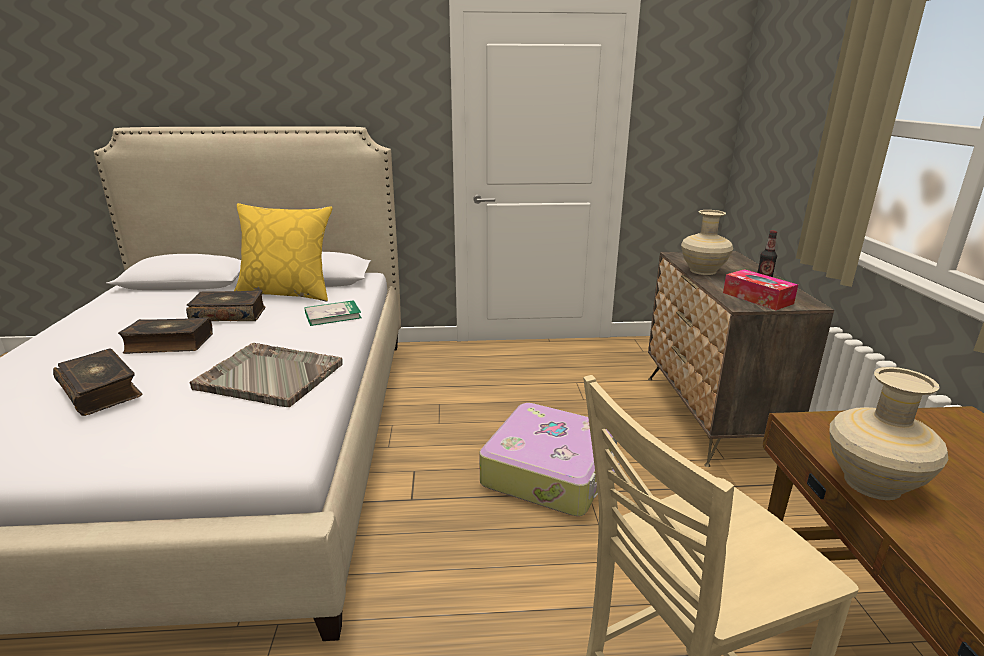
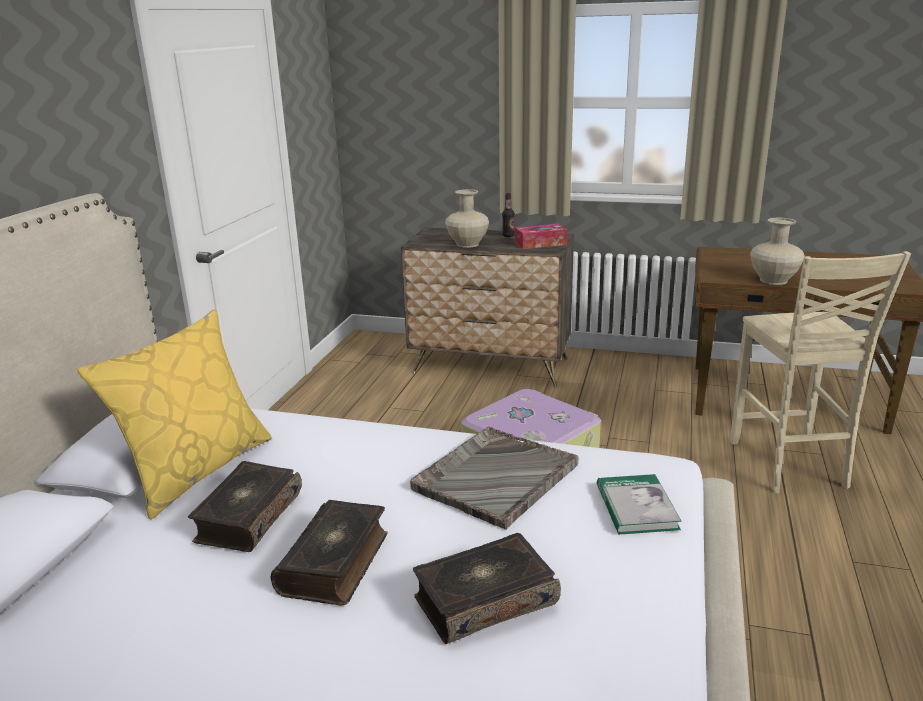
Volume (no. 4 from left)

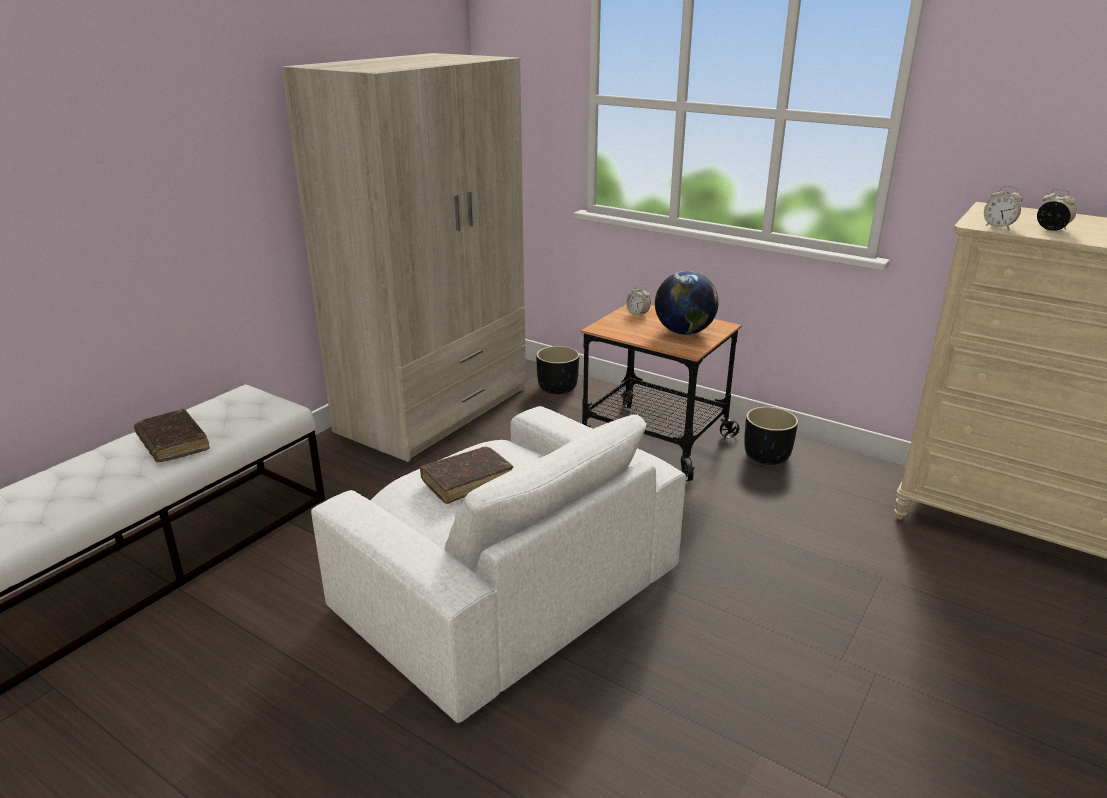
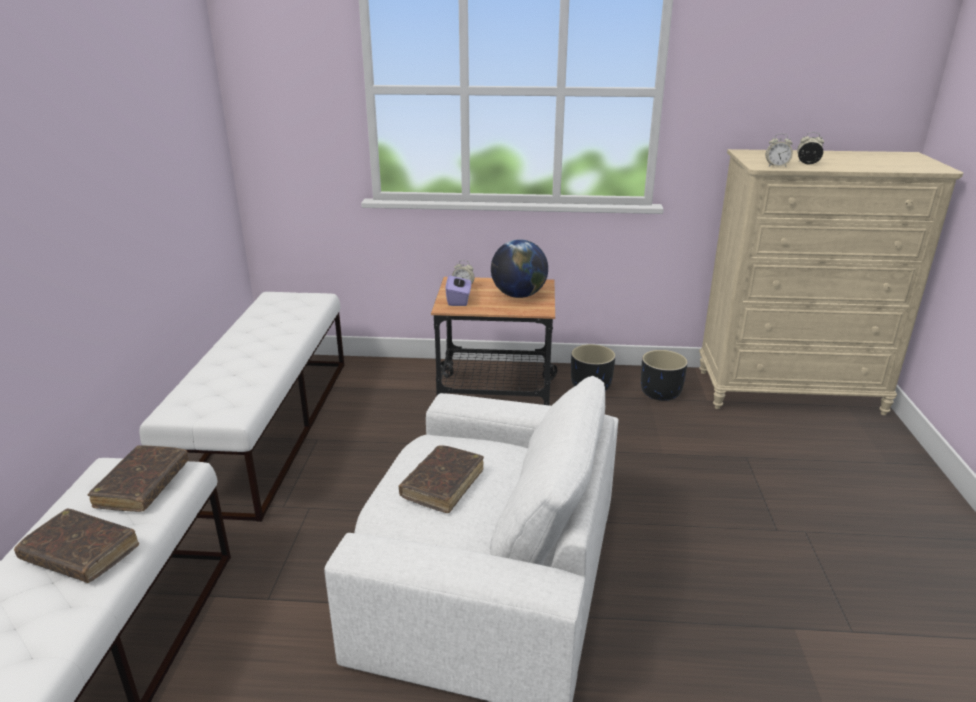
BrownVolume (no. 2 from left)
WhitishLongSeat (no. 2 from left)
PurplishTissueBox
BlackColouredFlowerPot (no. 2 from left)

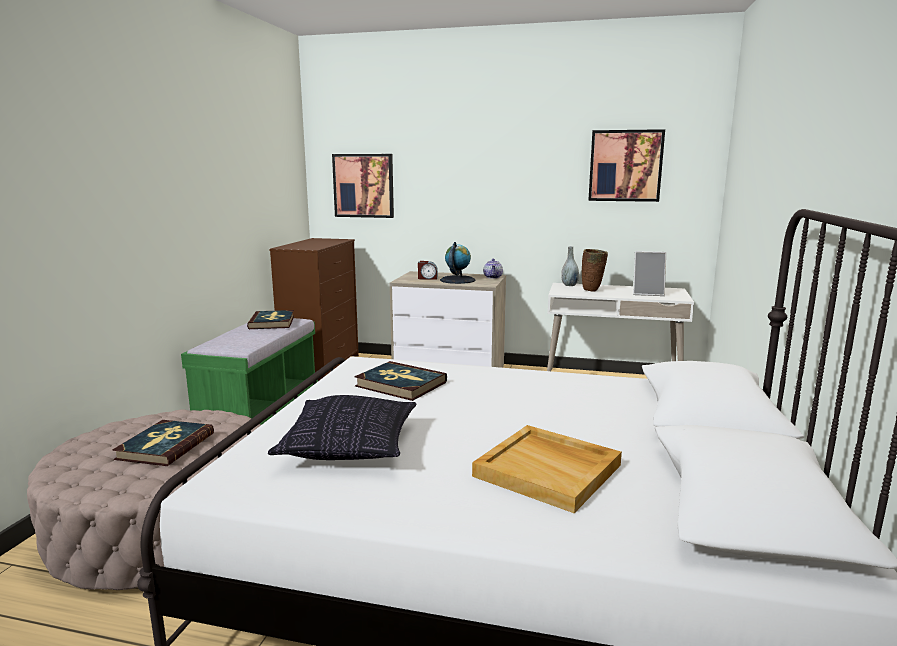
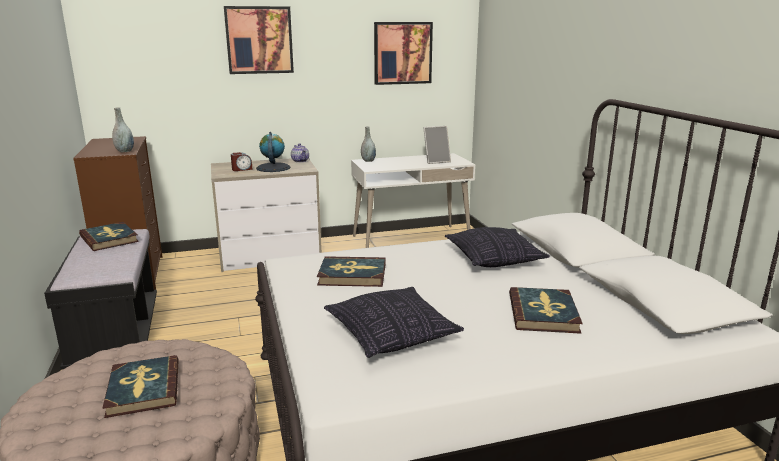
BlackColouredLongSeat
GreyishVase (no. 1 from left)
WallArt (no. 1 from left)
Pillow (no. 2 from left)
Volume (no. 4 from left)
BrownVase

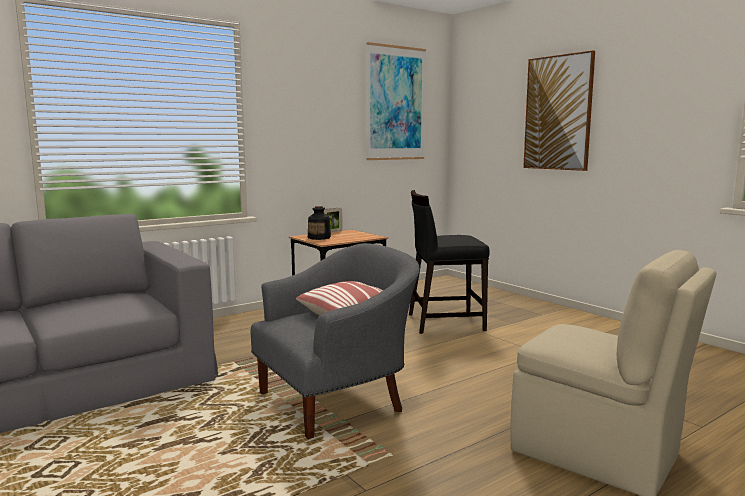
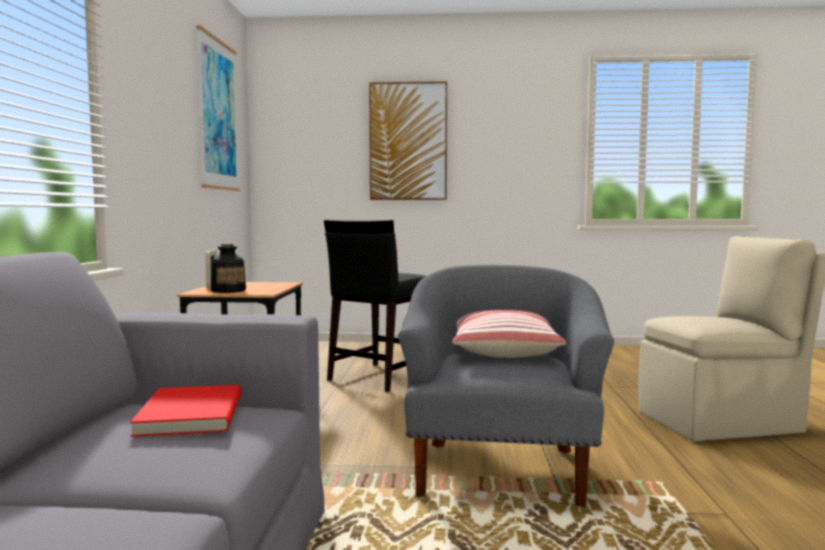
ReddishVolume

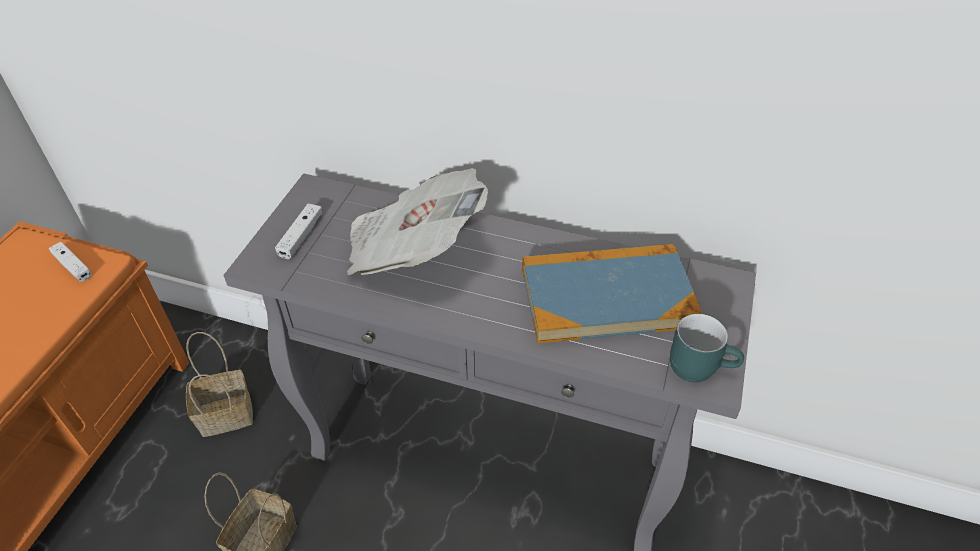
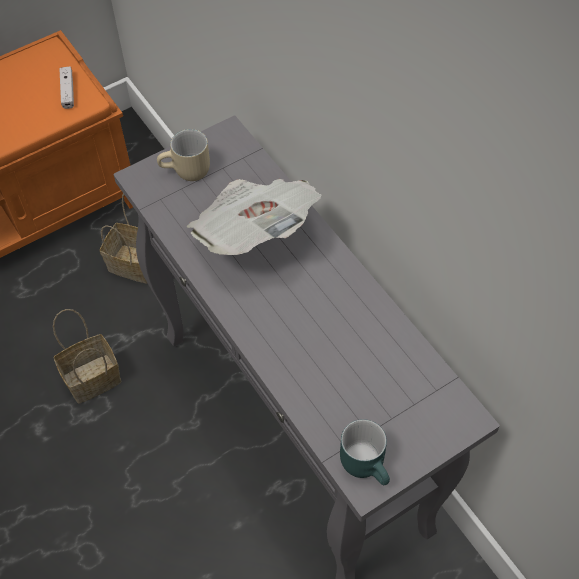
BeigeColouredTeaMug
Volume

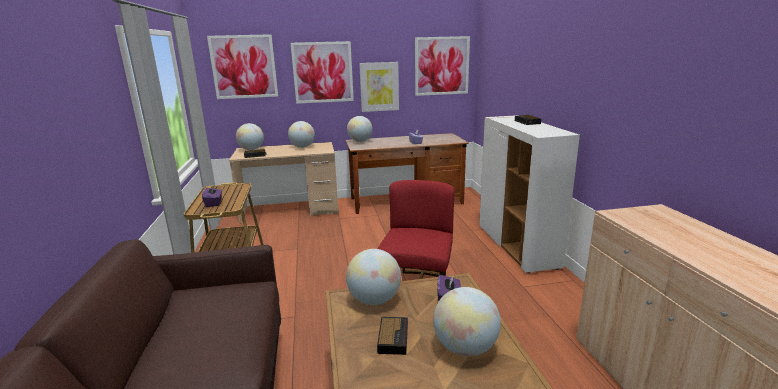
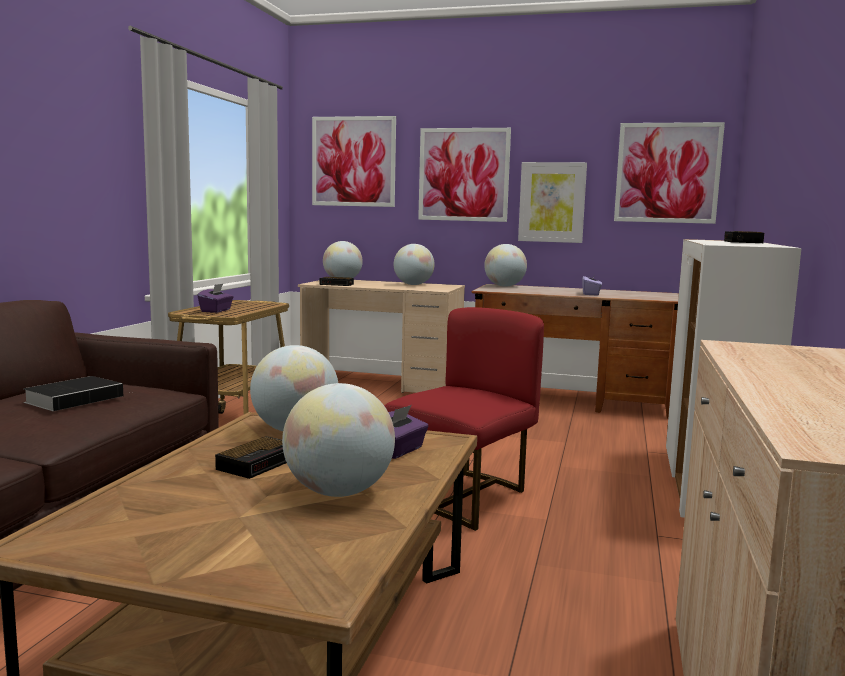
Volume

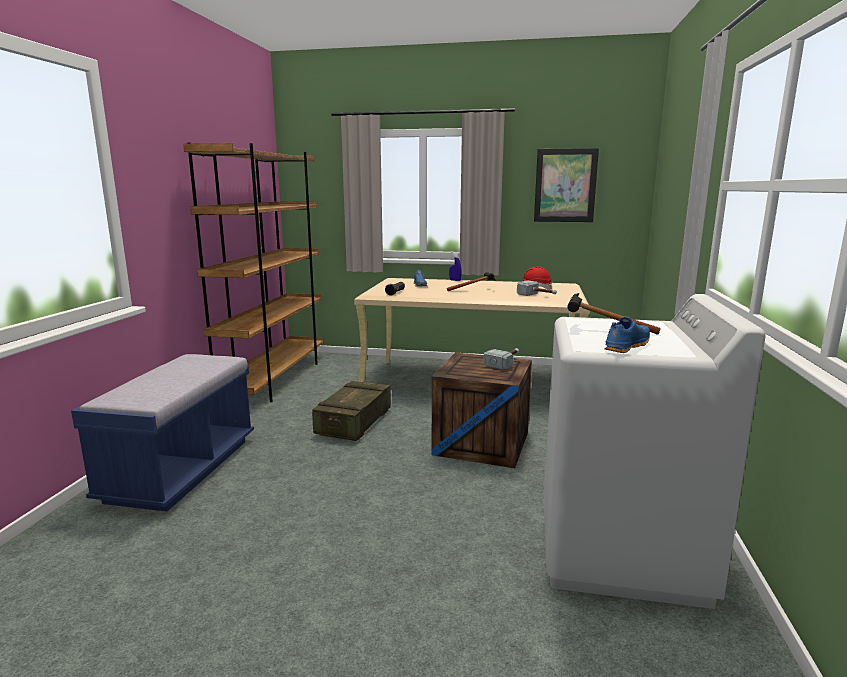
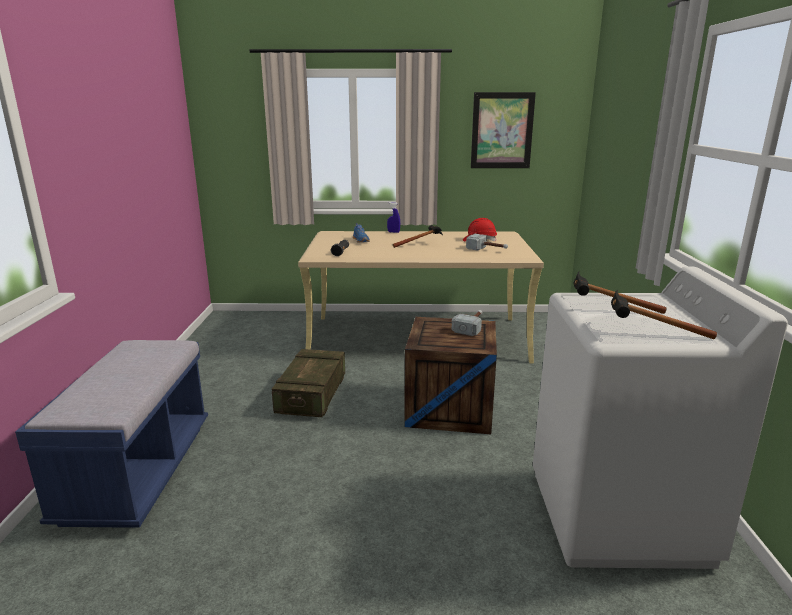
HandHammer (no. 5 from left)
BrownBookshelf

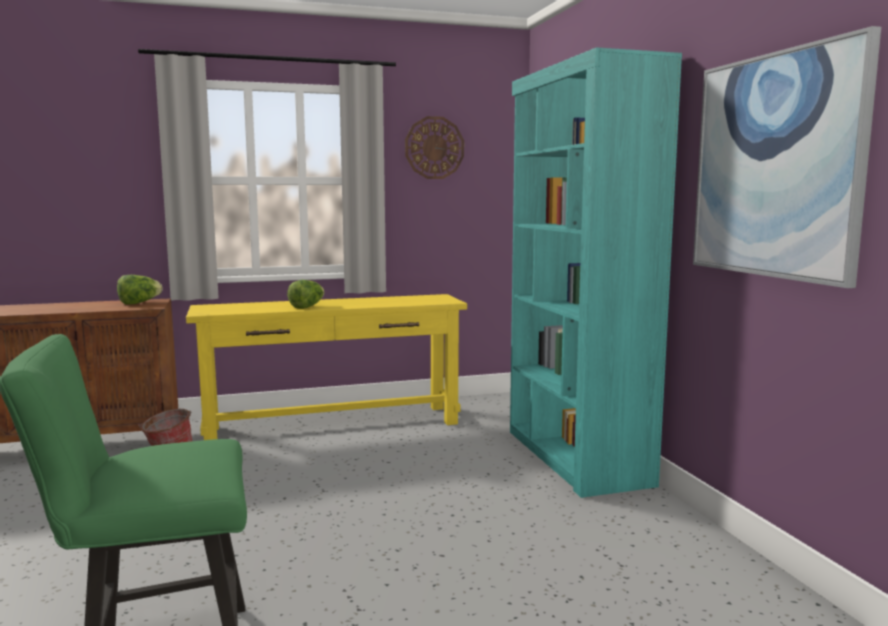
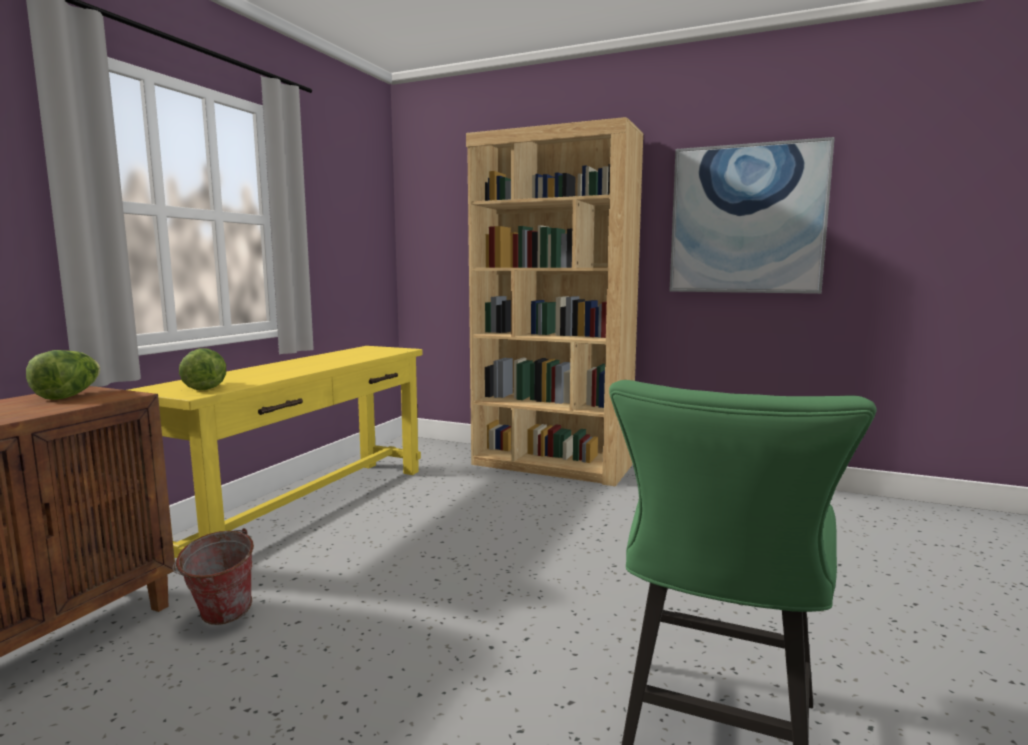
LettuceHead (no. 2 from left)
BrownBookshelf
WallClock

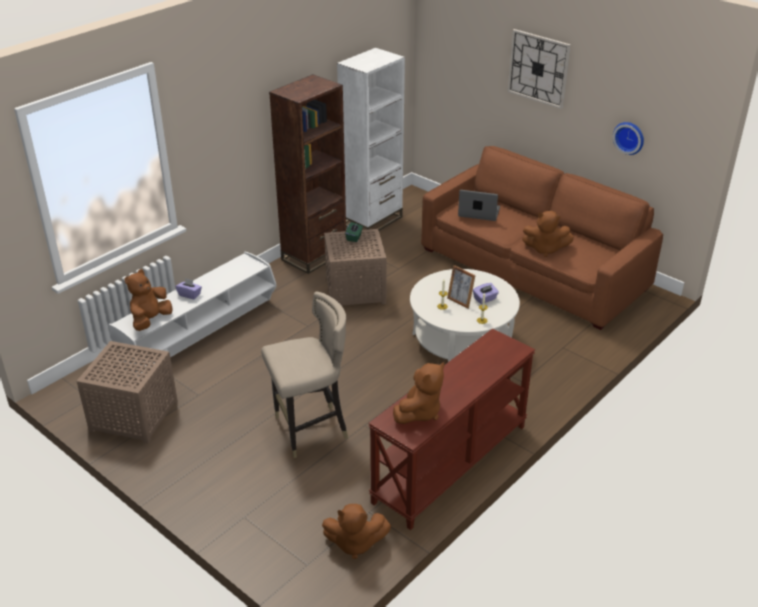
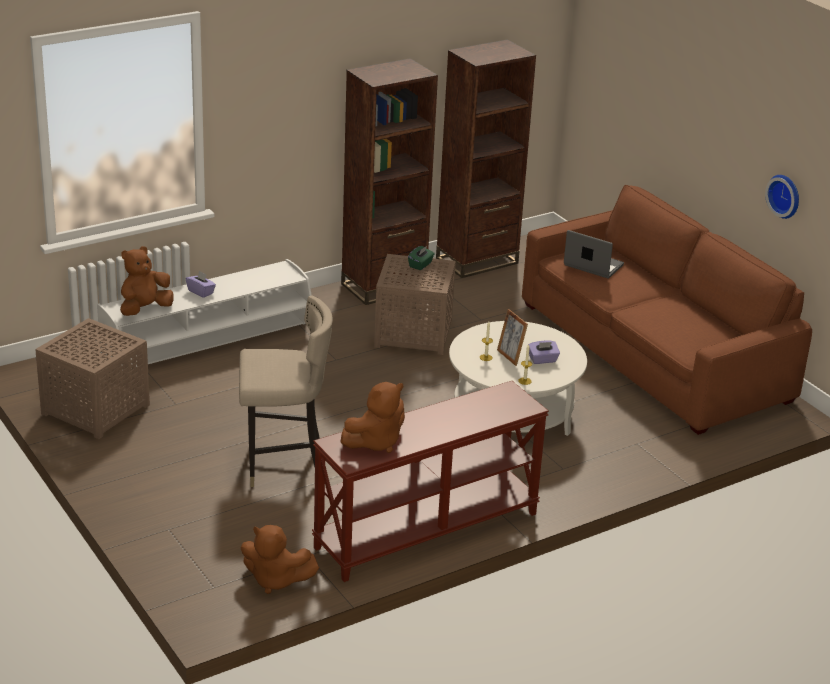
BrownBookshelf (no. 2 from left)
WallClock (no. 1 from left in the first image)
BrownCuddlyToy (no. 4 from left in the first image)

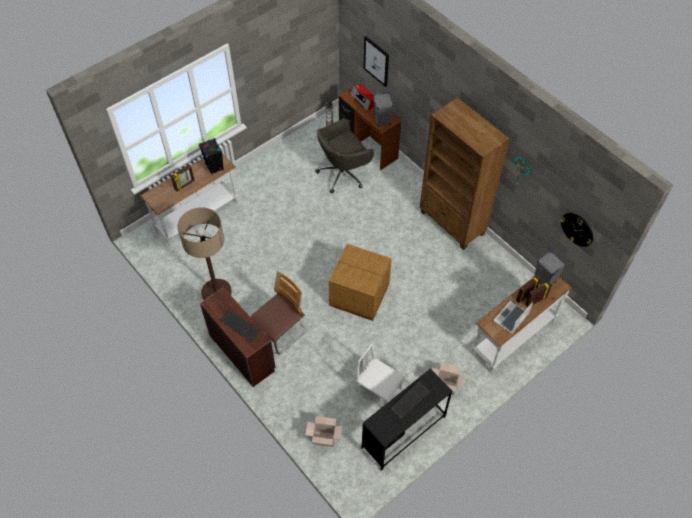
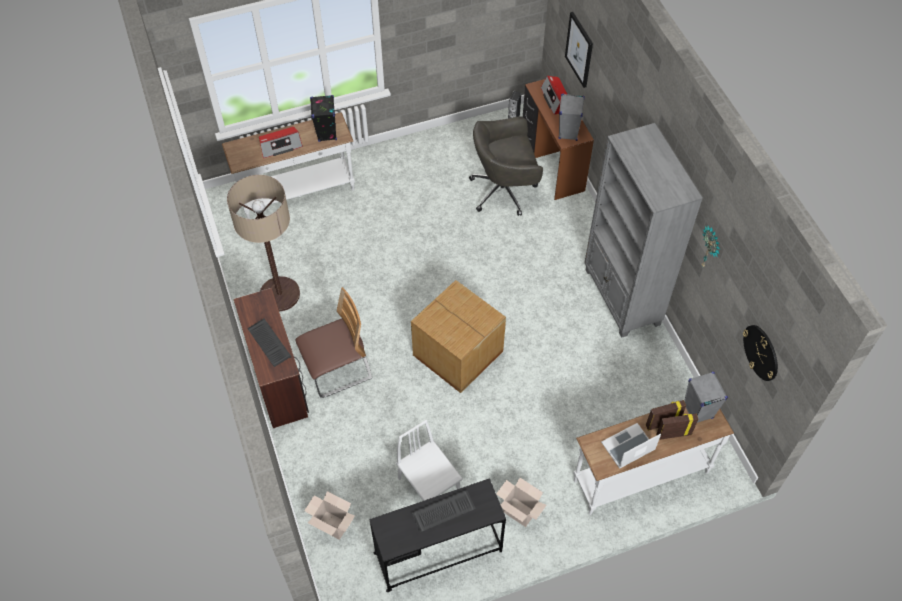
RadioSet (no. 1 from left)
GreyishBookshelf

